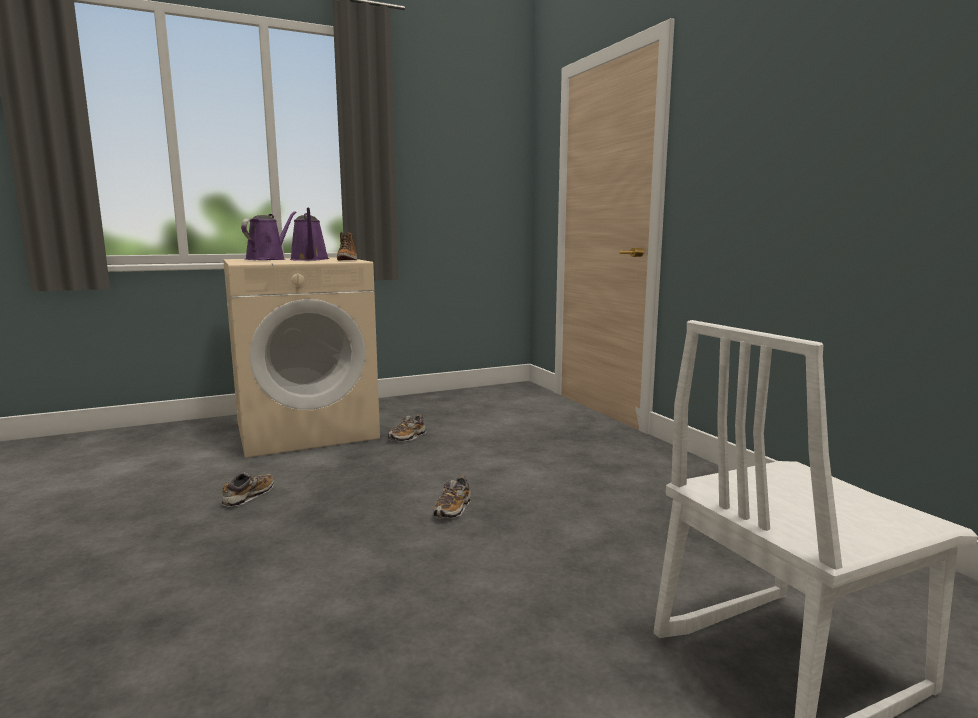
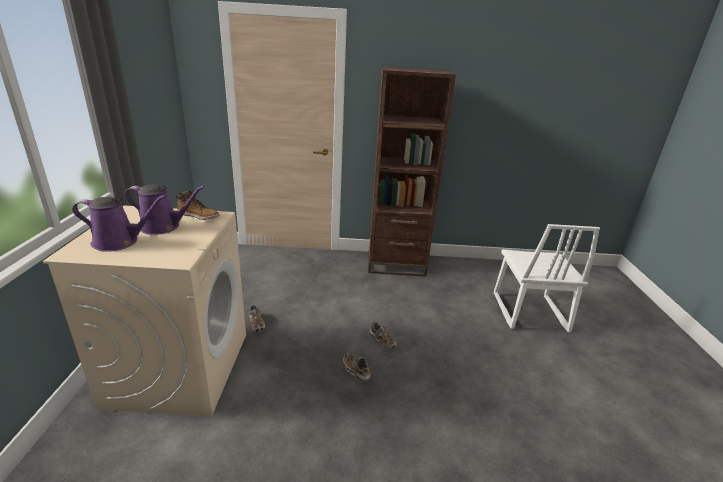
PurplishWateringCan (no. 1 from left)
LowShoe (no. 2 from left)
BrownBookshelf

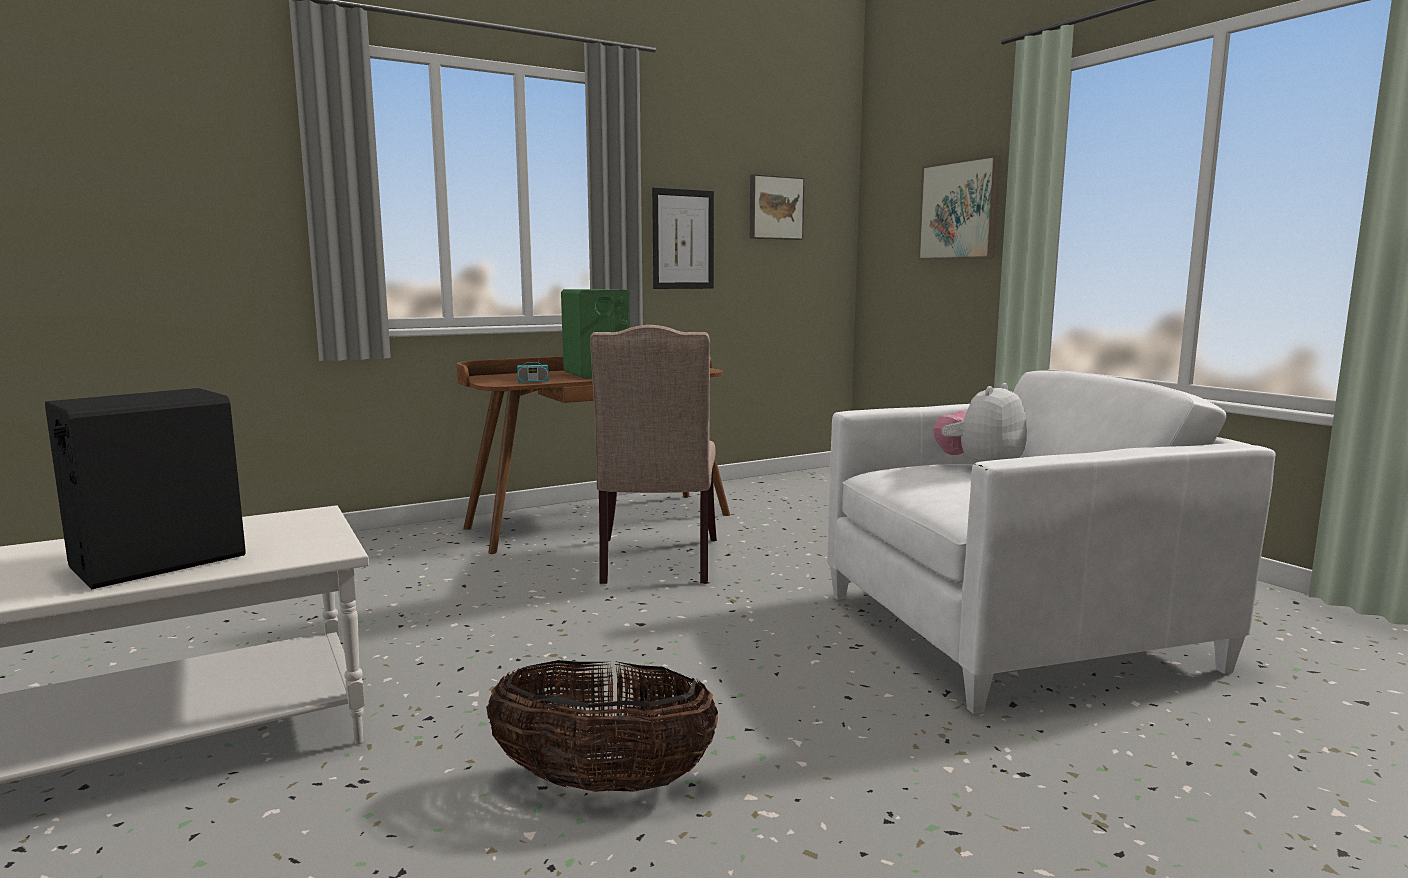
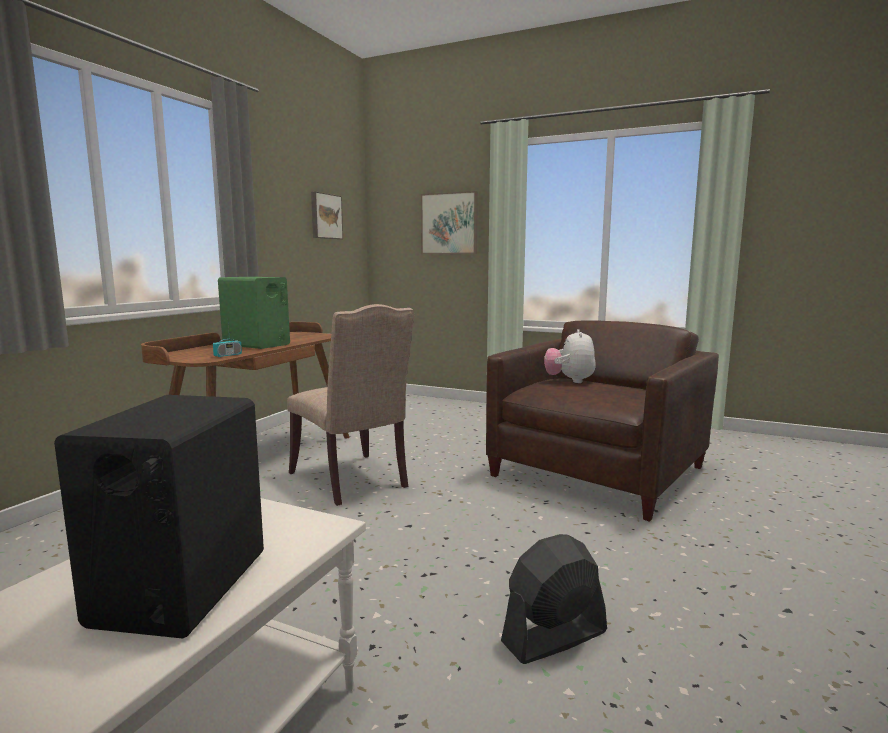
BrownEasyChair
BlackColouredCoolingFan
WallArt (no. 1 from left in the first image)

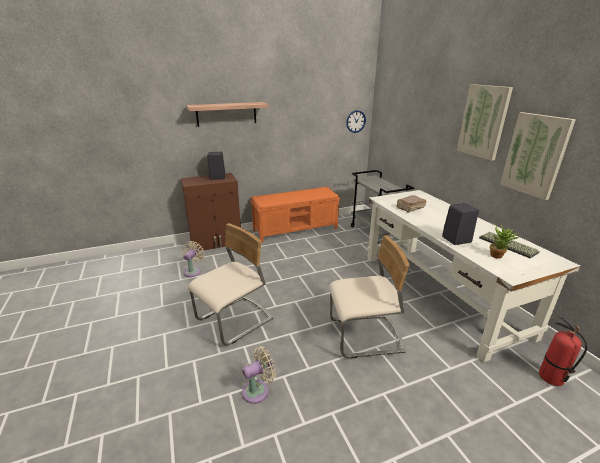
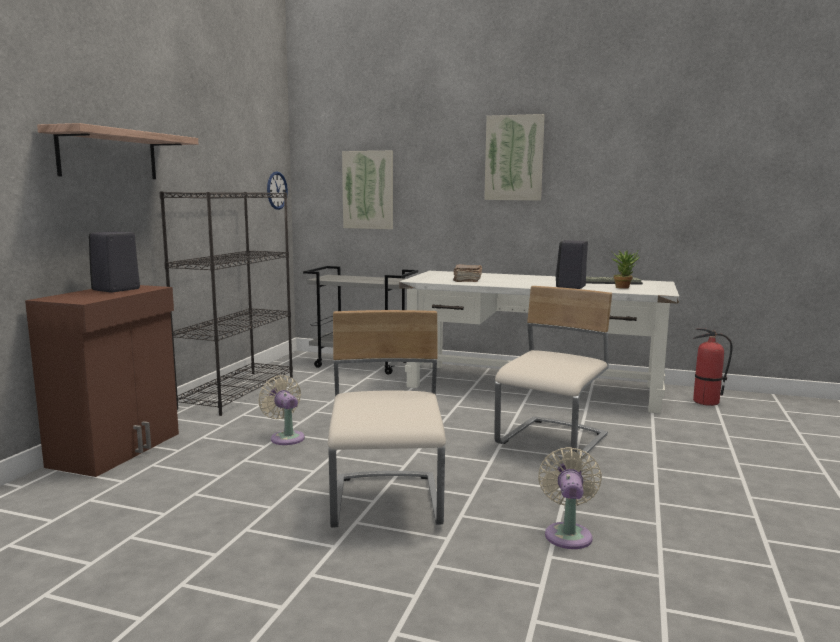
BlackColouredBookshelf
BeigeColouredCoolingFan (no. 1 from left)
WallArt (no. 1 from left)

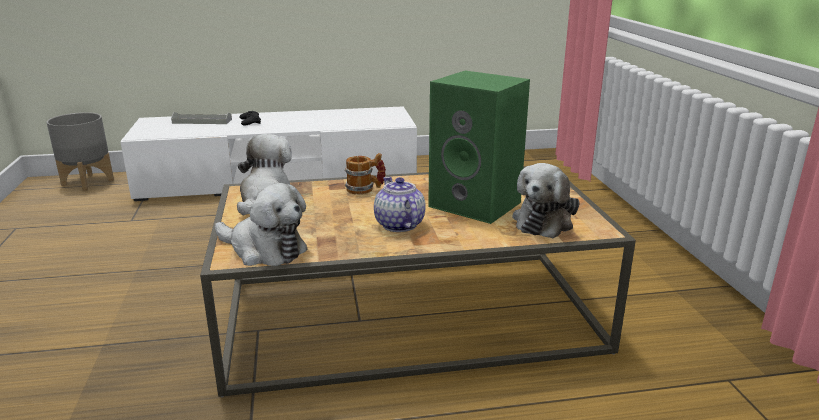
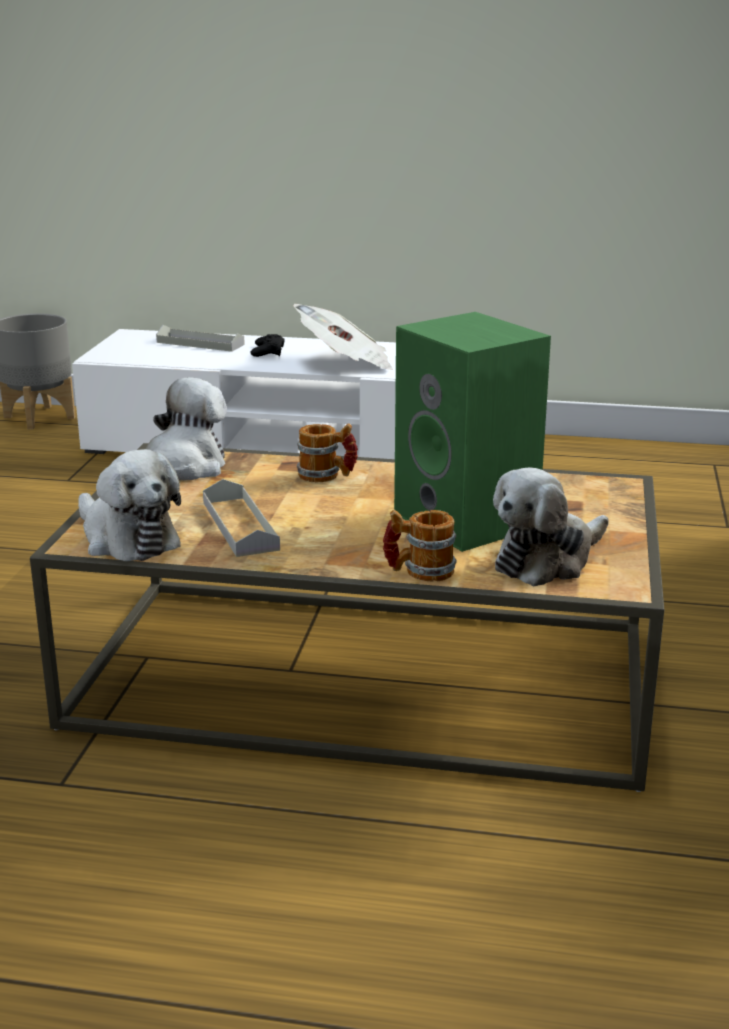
GreyishCarryingTray (no. 2 from left)
PrintedPaper
TeaMug (no. 2 from left)
TeaPot

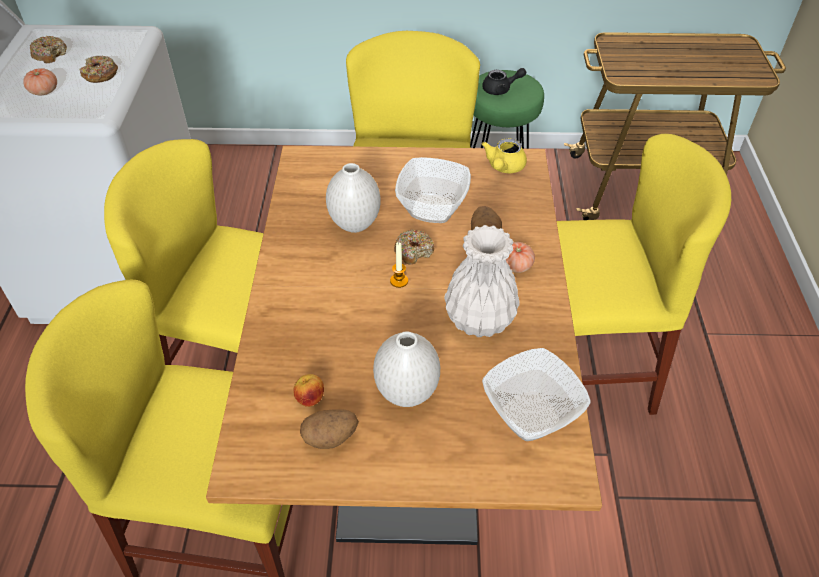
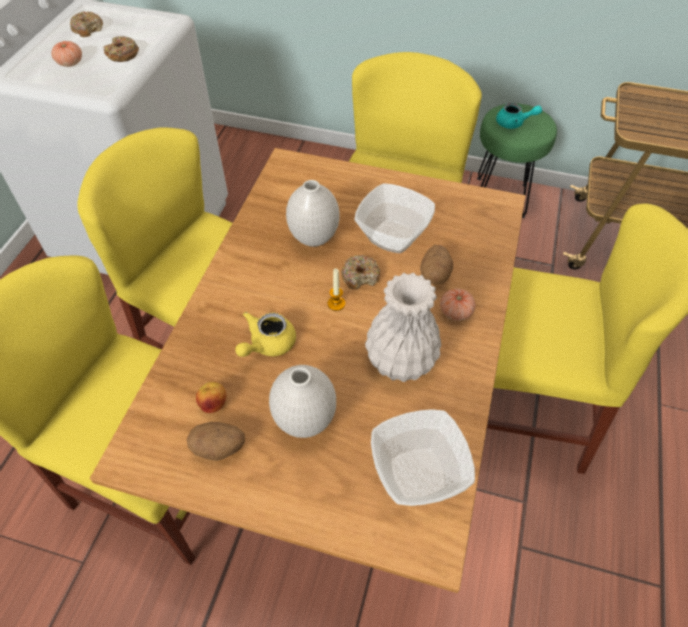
YellowColouredTeaPot
BlueGreenTeaPot

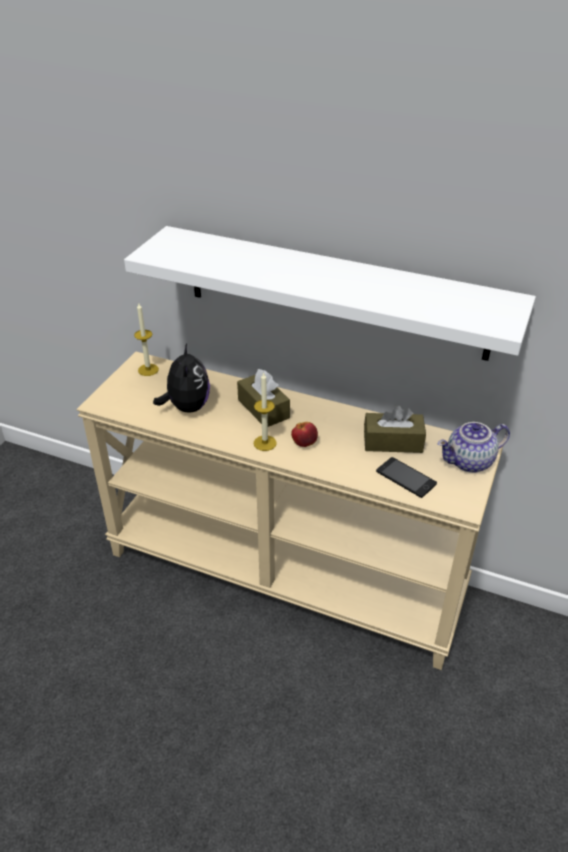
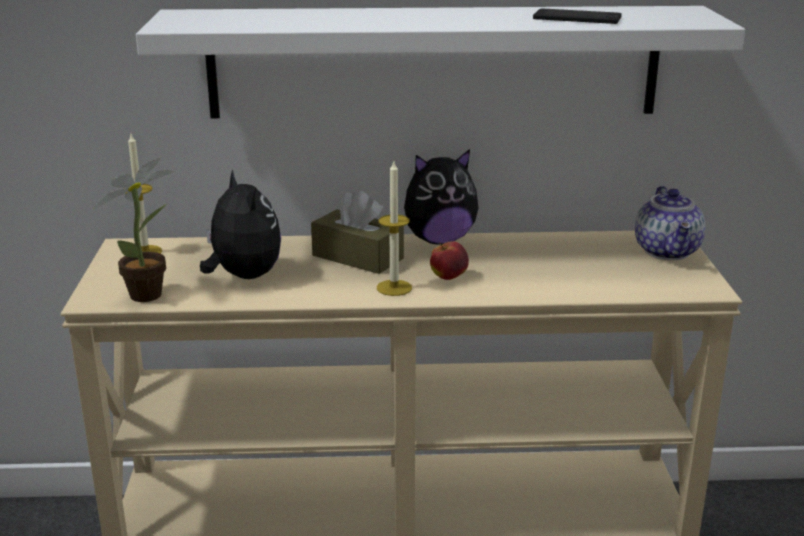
PottedPlant
CuddlyToy (no. 2 from left)
Handset
TeaPot
BrownTissueBox (no. 2 from left in the first image)

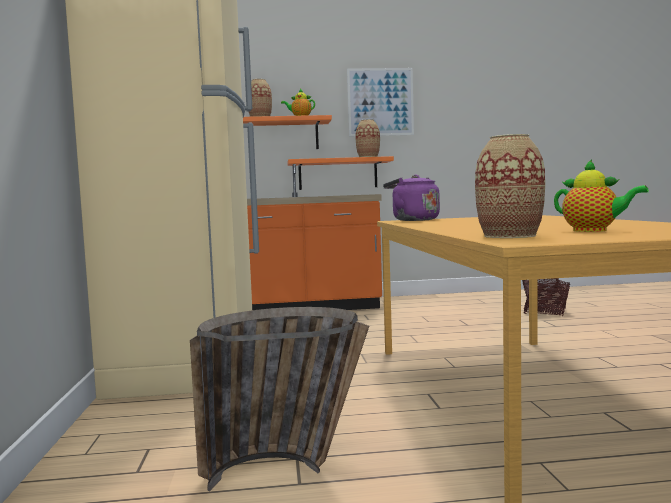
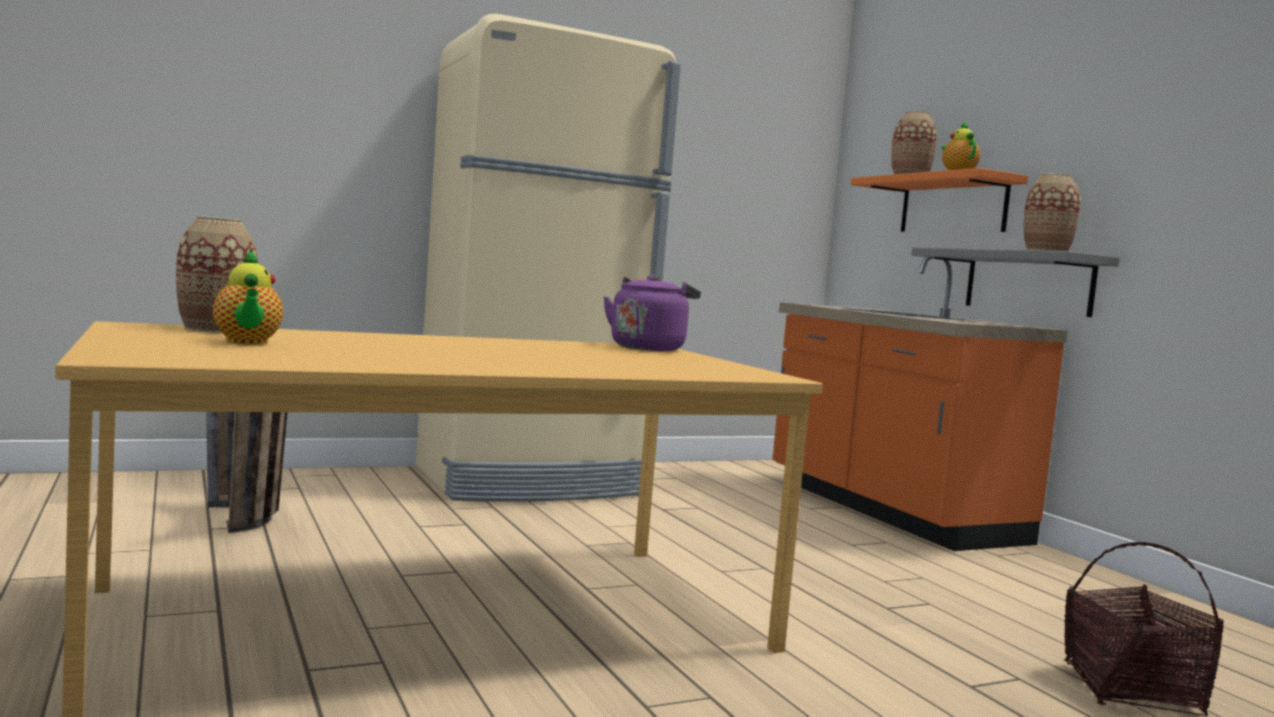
TeaPot (no. 1 from left)
GreyishBracketShelf
WallArt

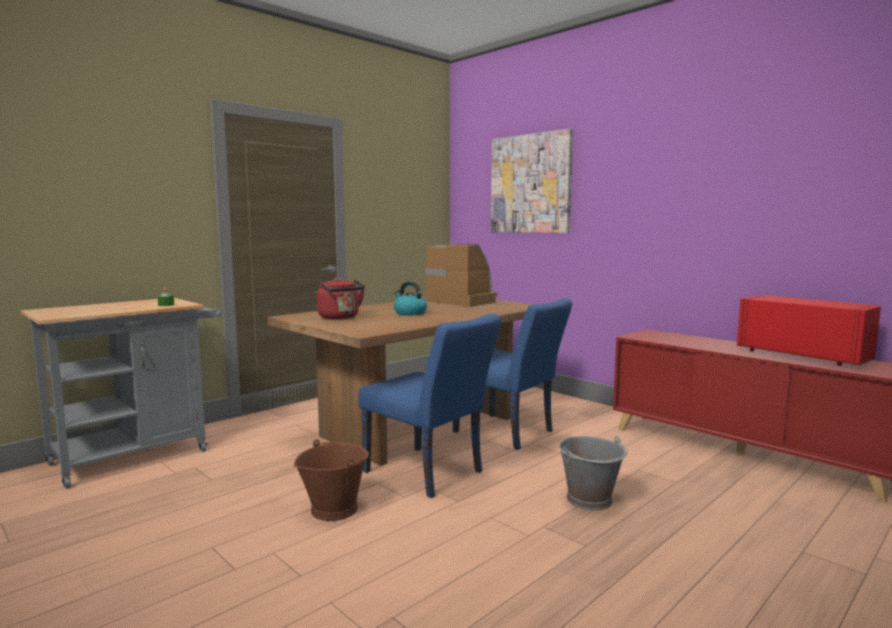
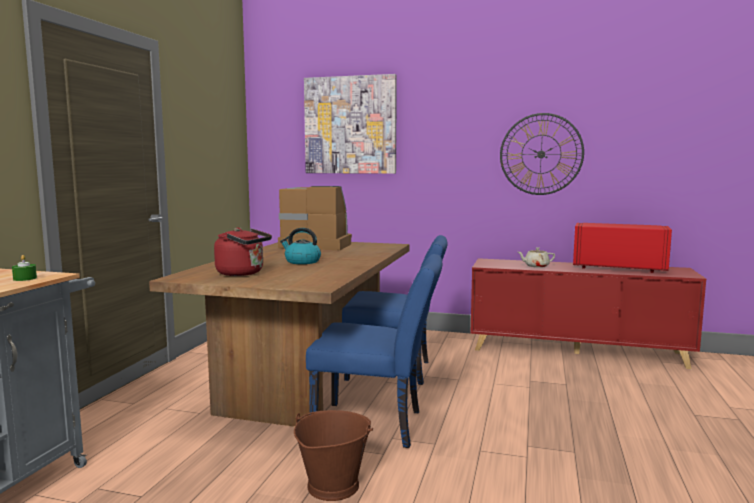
WallClock
BeigeColouredTeaPot
GreyishPail

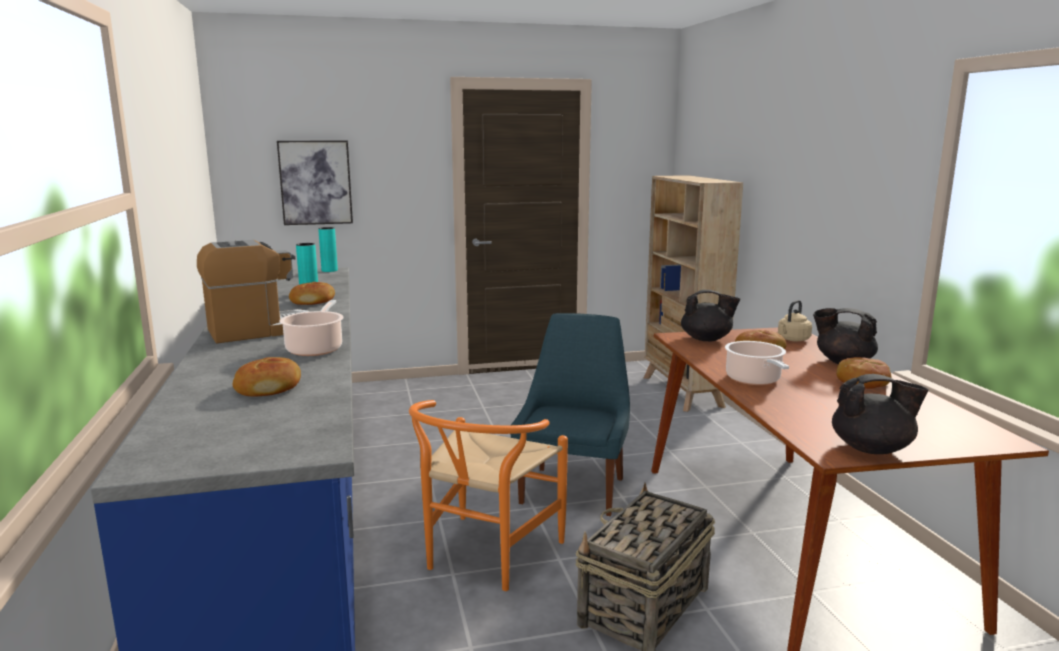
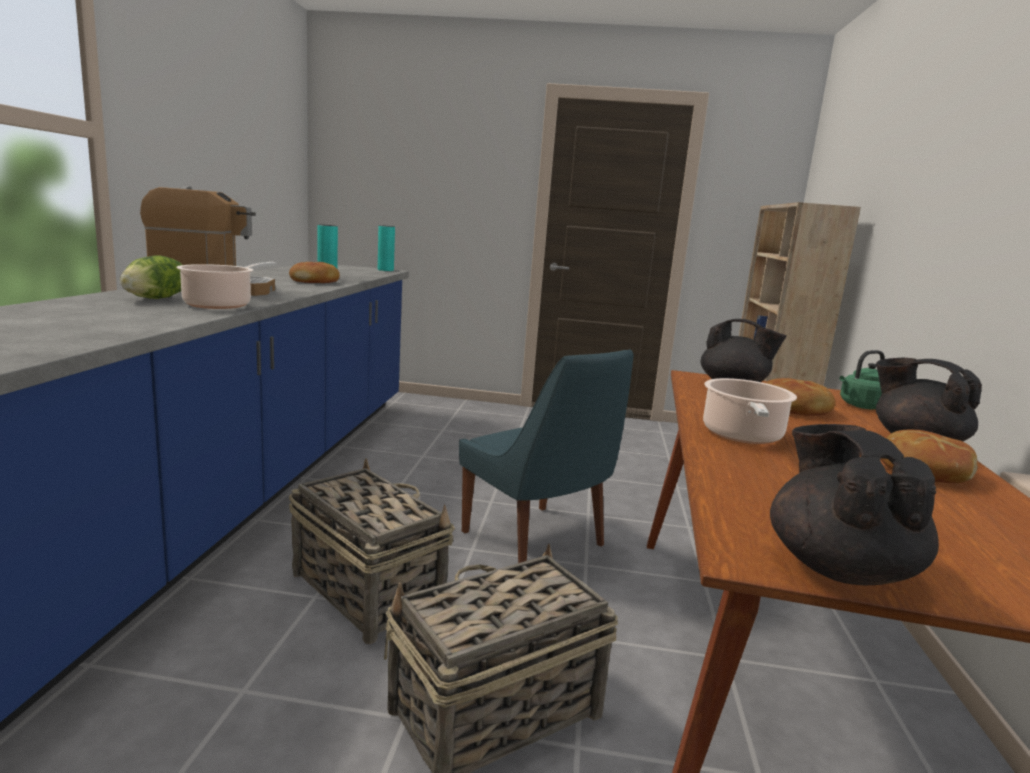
LettuceHead
Basket (no. 1 from left)
BluishPlainChair
BlackColouredTeaPot (no. 2 from left)
GreenTeaKettle
BakeryBread (no. 1 from left in the first image)
WallArt

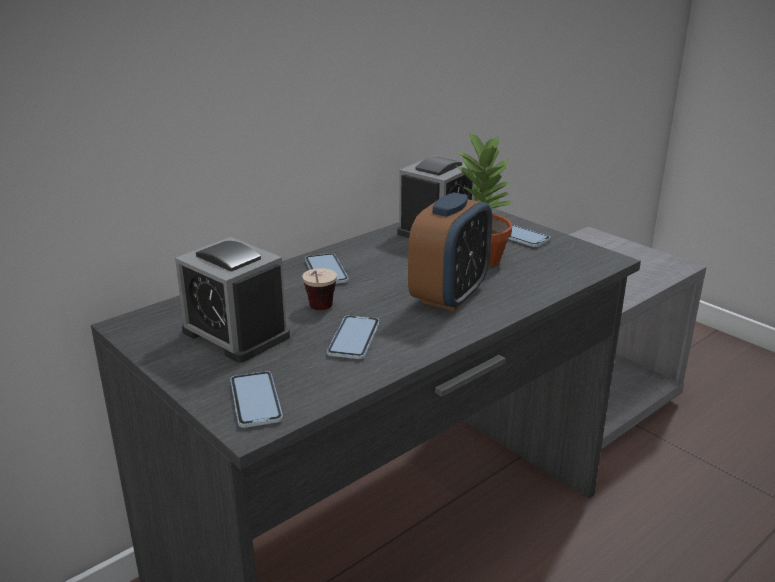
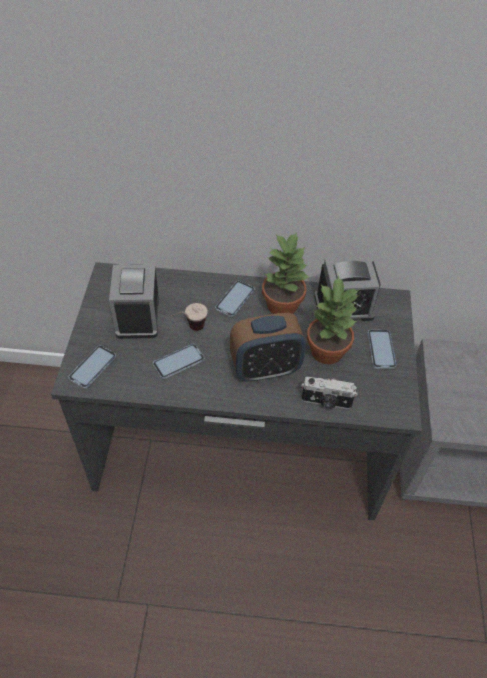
PottedPlant (no. 1 from left)
StillCamera

